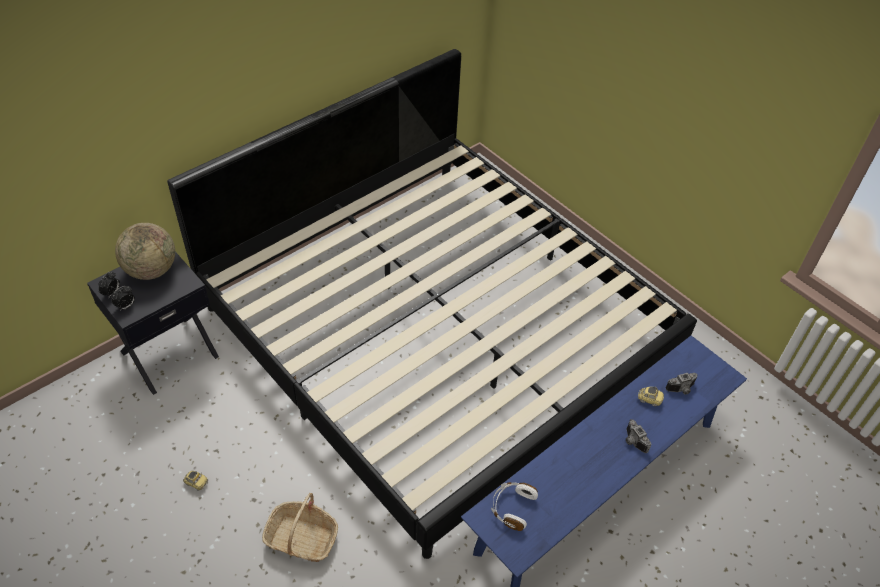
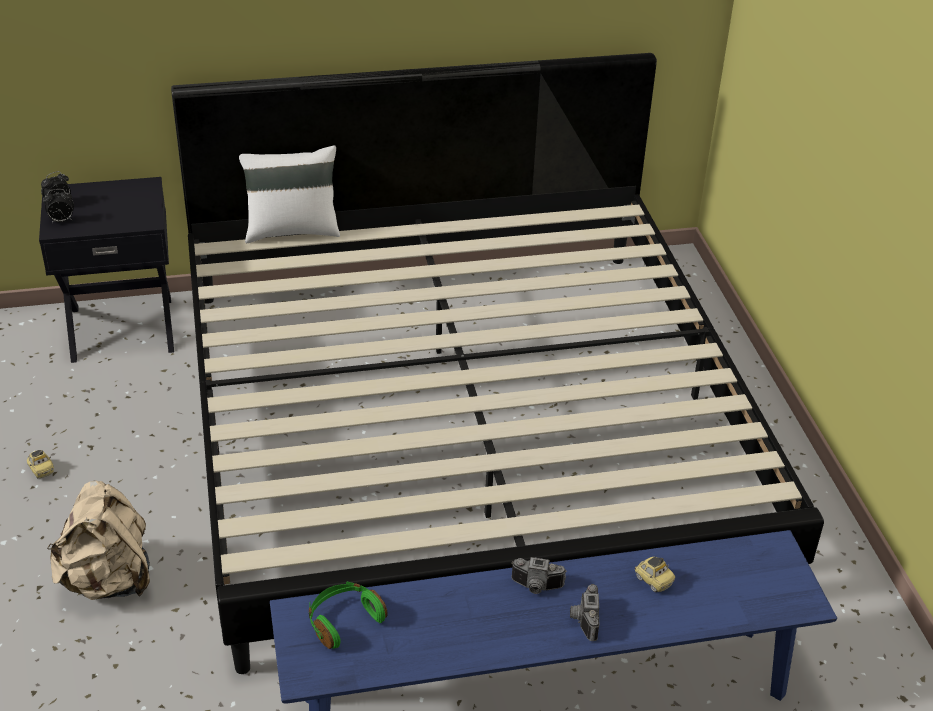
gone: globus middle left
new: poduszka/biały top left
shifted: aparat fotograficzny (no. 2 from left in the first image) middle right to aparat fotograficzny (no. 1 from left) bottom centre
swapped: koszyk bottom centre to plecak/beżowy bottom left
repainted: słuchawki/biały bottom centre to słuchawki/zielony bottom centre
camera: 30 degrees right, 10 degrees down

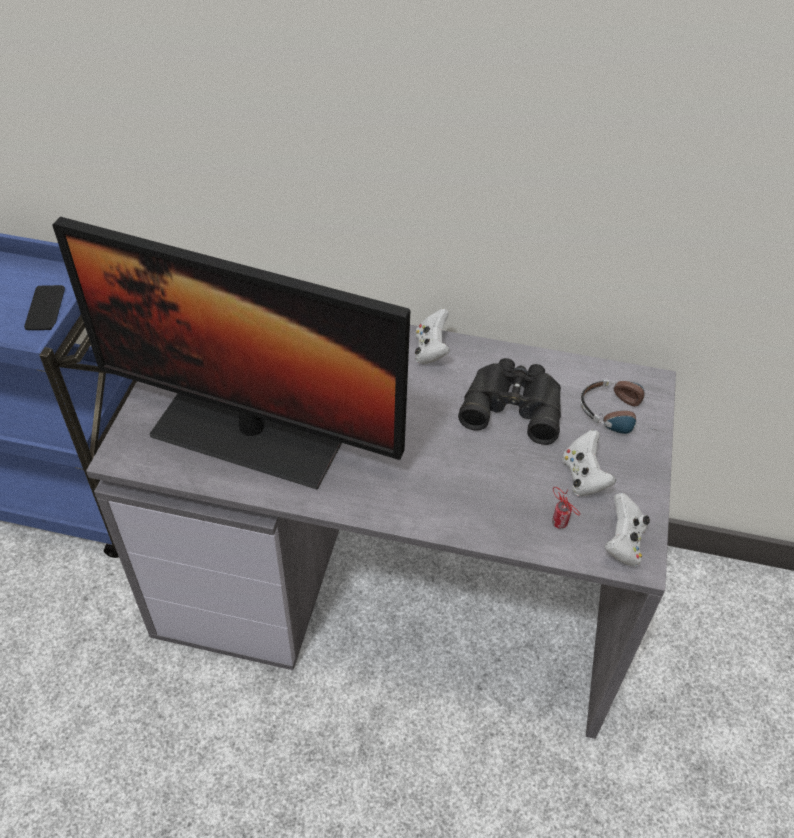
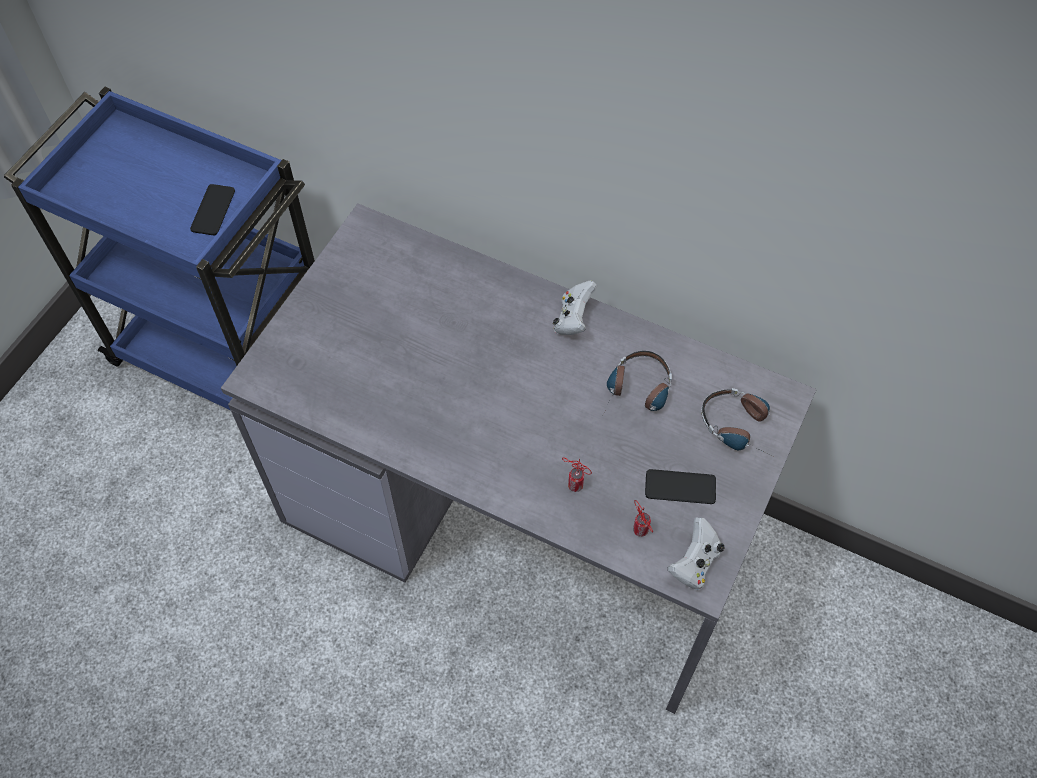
gone: monitor middle left
new: puszka (no. 1 from left) centre
swapped: lornetka/czarny centre to słuchawki (no. 1 from left) centre; pad do gier/biały (no. 2 from left) middle right to telefon (no. 2 from left) centre
camera: 15 degrees right, 10 degrees up

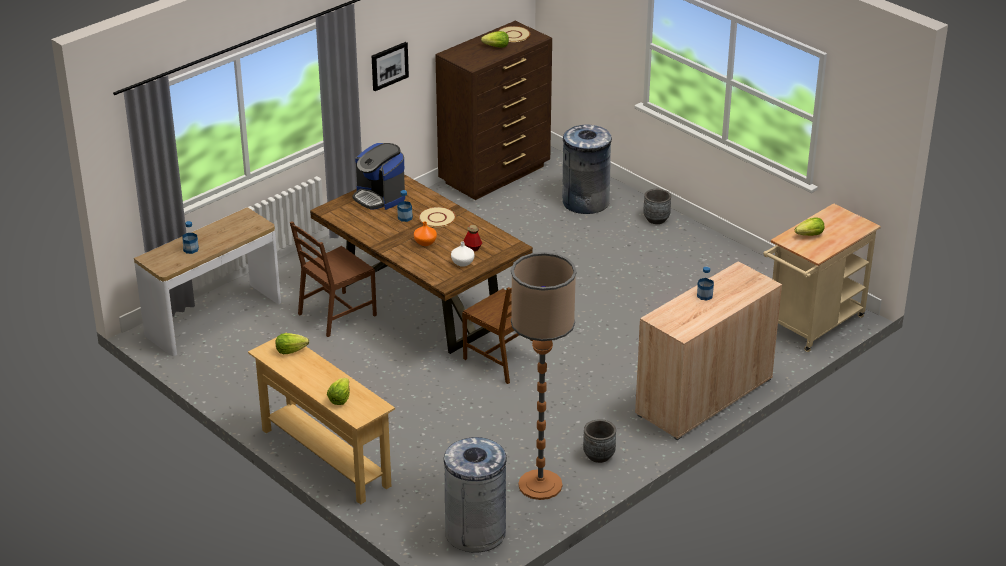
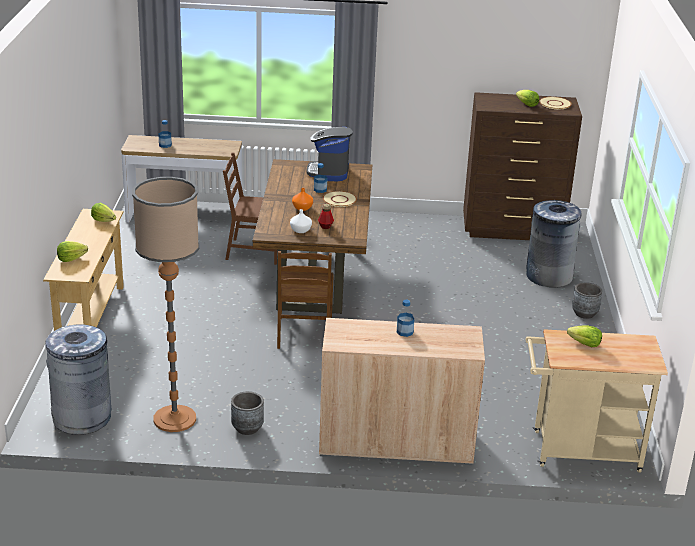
gone: obraz top centre
camera: 45 degrees right, 5 degrees down

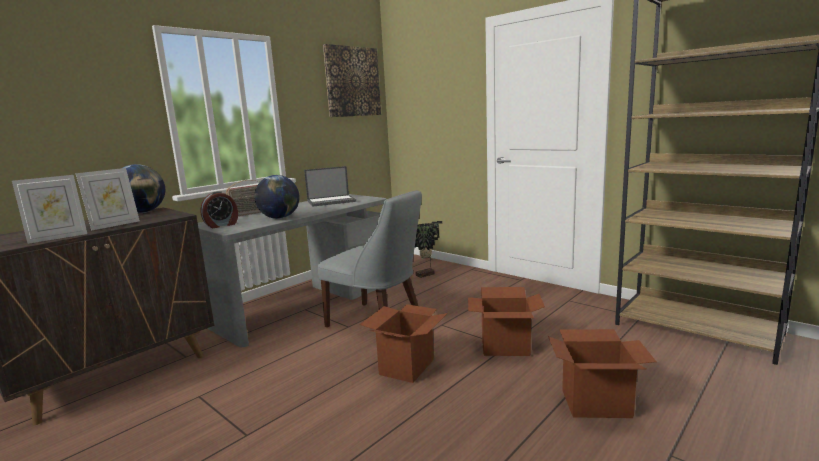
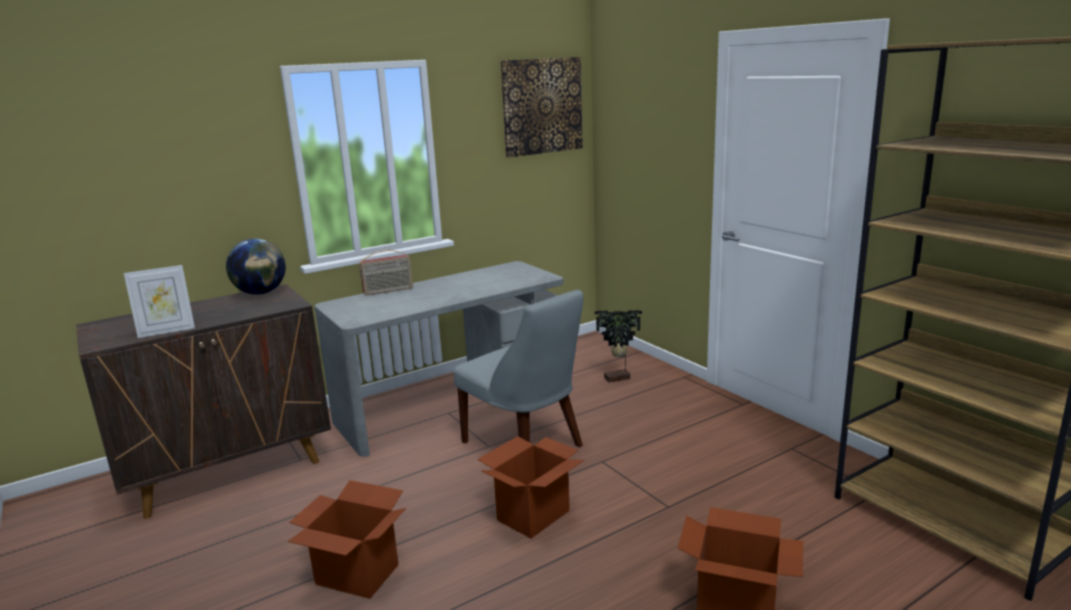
gone: ramka na zdjęcie (no. 2 from left) middle left; budzik middle left; globus (no. 2 from left) centre; laptop centre
shifted: karton (no. 2 from left in the first image) bottom centre to karton (no. 1 from left) bottom left
camera: 15 degrees right, 5 degrees up

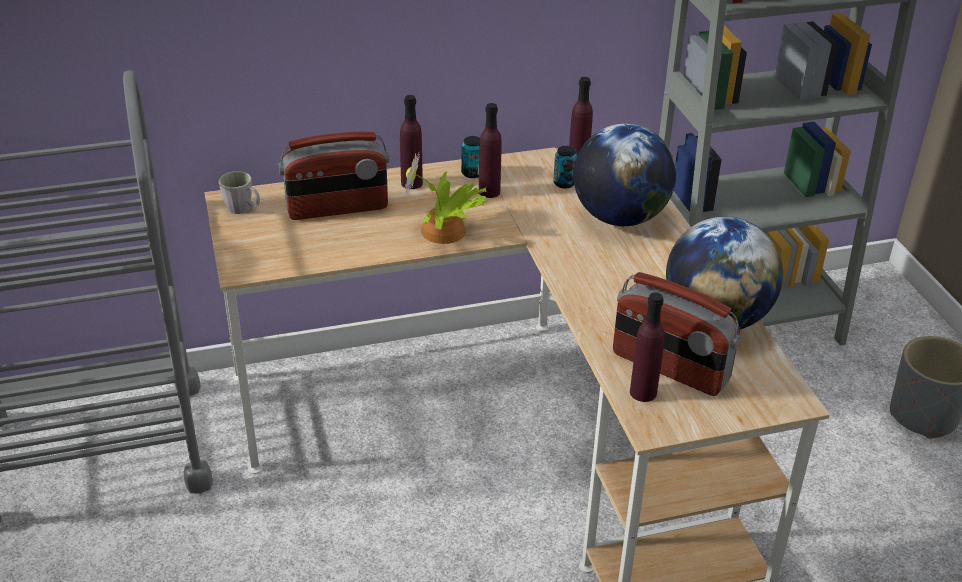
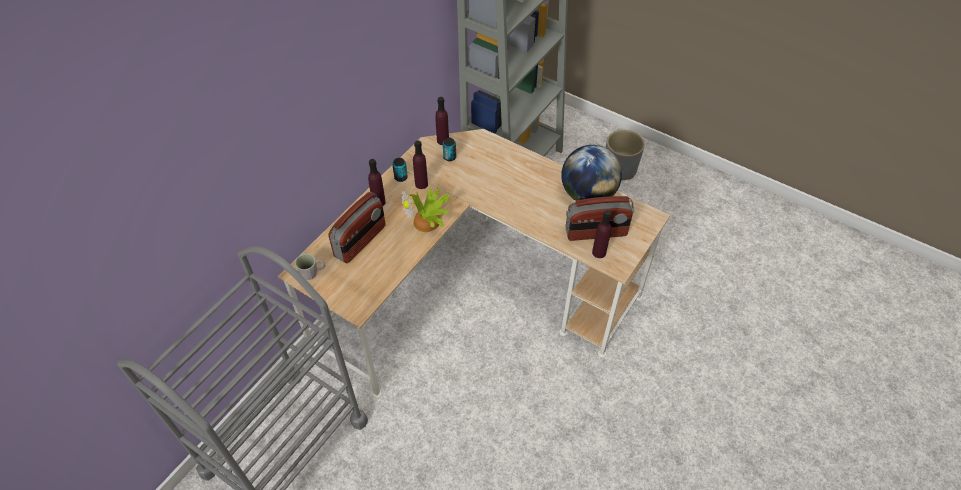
gone: globus (no. 1 from left) top centre
camera: 40 degrees left, 15 degrees up

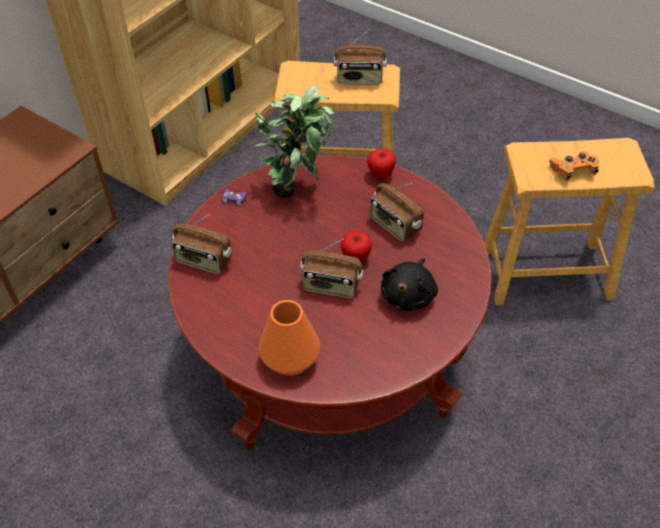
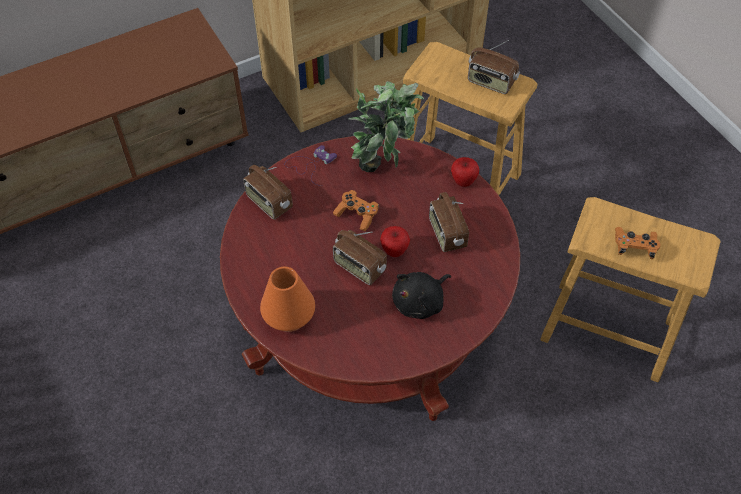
new: pad do gier/pomarańczowy (no. 1 from left) centre
camera: 25 degrees right, 5 degrees up

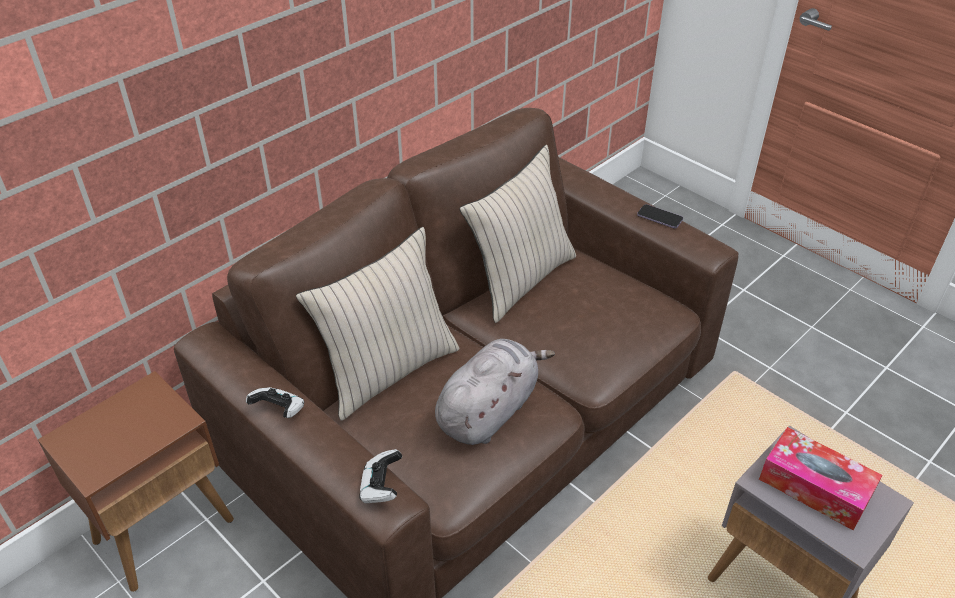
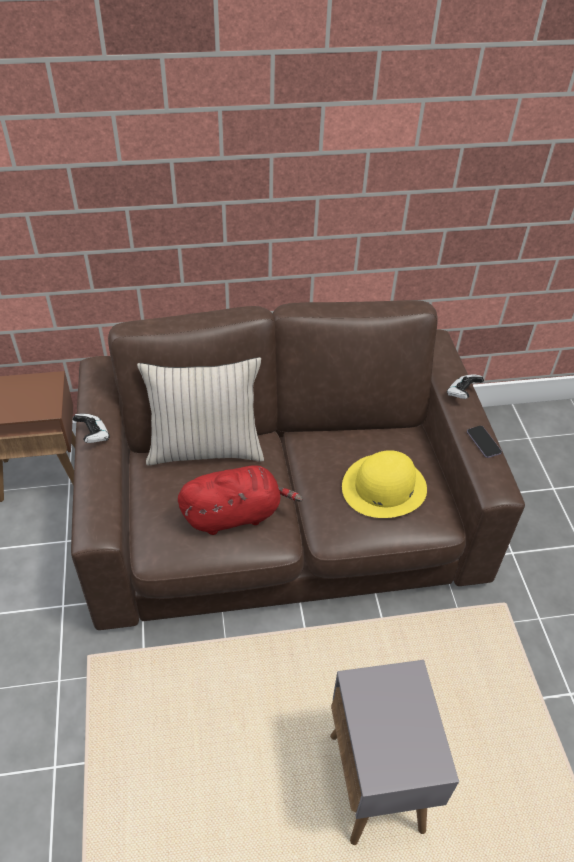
gone: poduszka/beżowy (no. 2 from left) centre; pudełko chusteczek bottom right
new: kapelusz/żółty middle right
shifted: pad do gier (no. 2 from left) bottom centre to middle right
repainted: pluszak/szary centre to pluszak/czerwony centre
camera: 35 degrees right, 5 degrees up

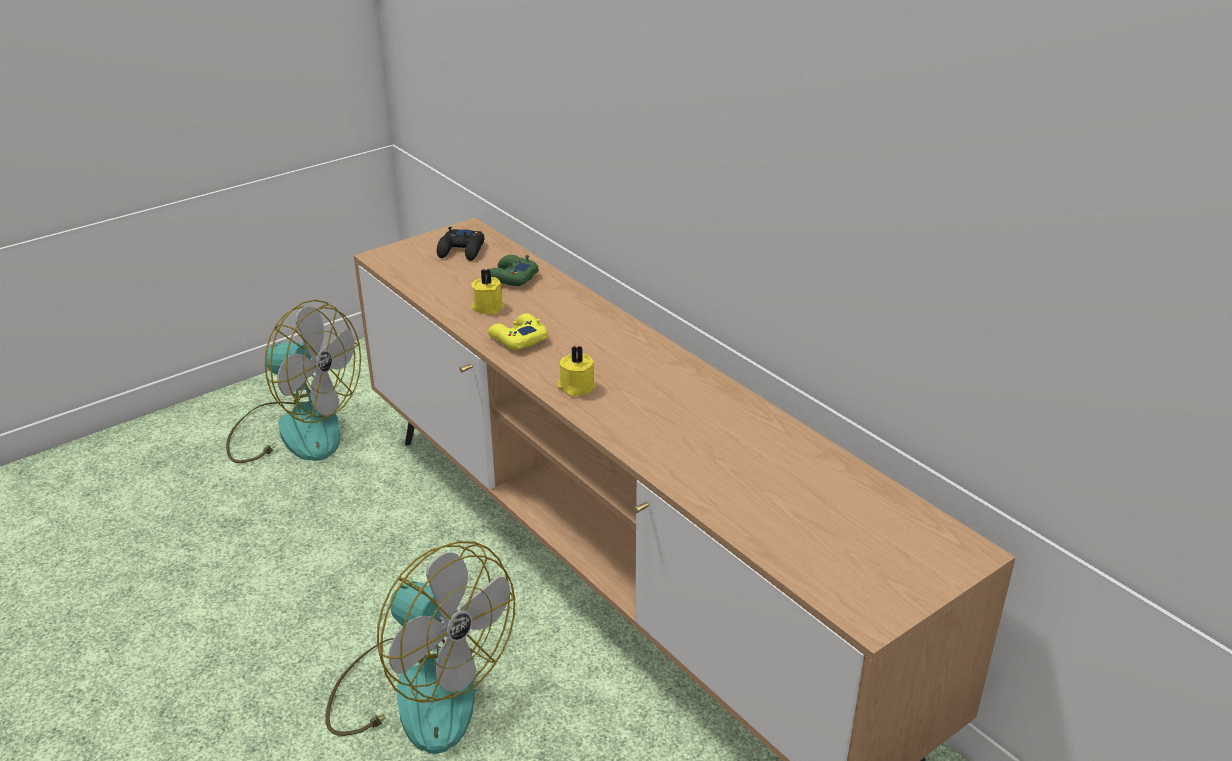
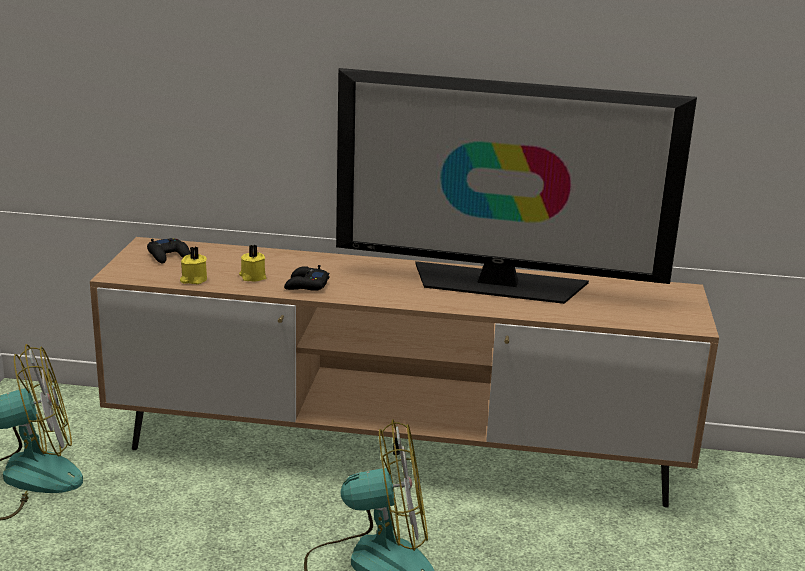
gone: pad do gier/zielony centre
new: telewizor top centre
shifted: świeca/żółty (no. 2 from left in the first image) centre to świeca/żółty (no. 1 from left) middle left
repainted: pad do gier/żółty centre to pad do gier/czarny (no. 2 from left) centre
camera: 45 degrees left, 10 degrees down

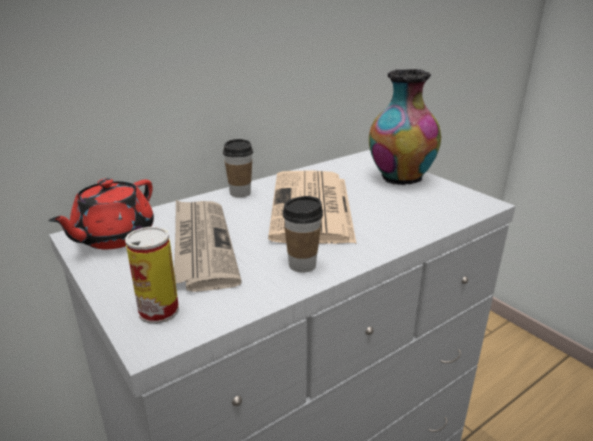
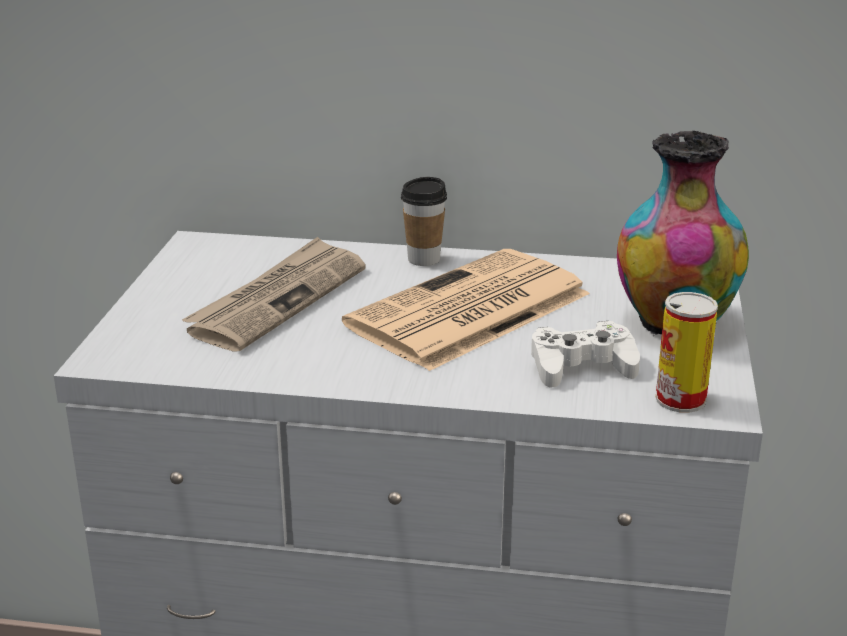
gone: imbryk/czerwony middle left; filiżanka (no. 2 from left) centre
new: pad do gier/biały middle right
shifted: puszka middle left to middle right
camera: 45 degrees right, 0 degrees up

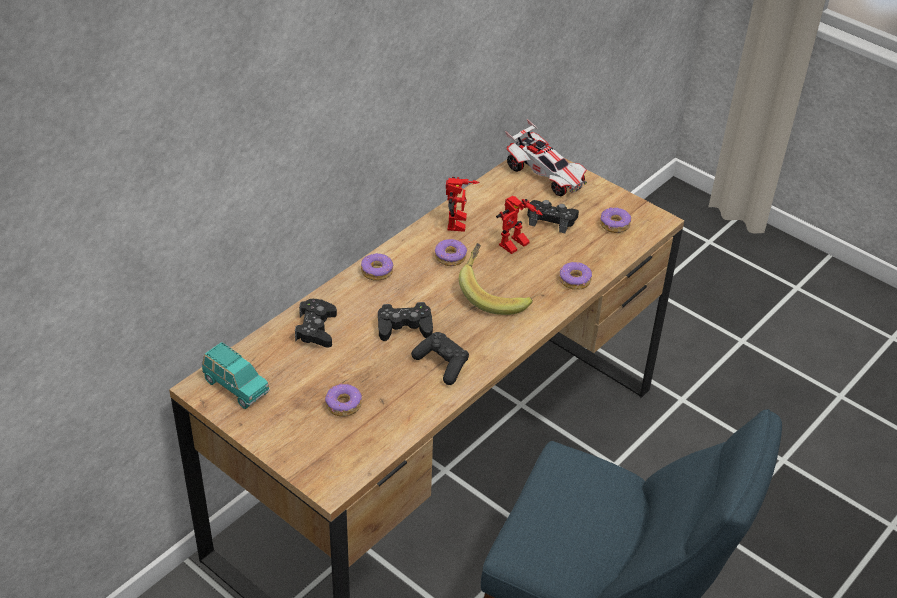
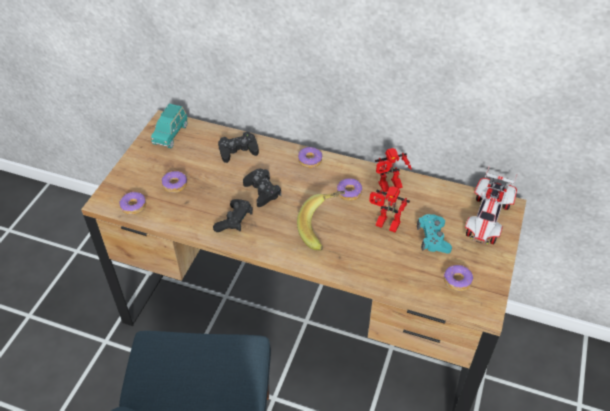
shifted: donut (no. 4 from left in the first image) centre to donut (no. 1 from left) middle left
repainted: pad do gier/czarny (no. 4 from left) centre to pad do gier/turkusowy middle right
camera: 70 degrees right, 5 degrees up

